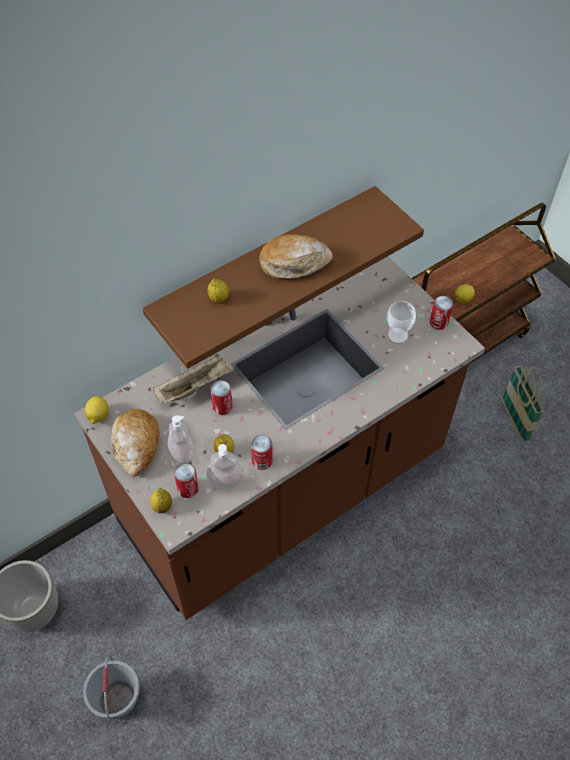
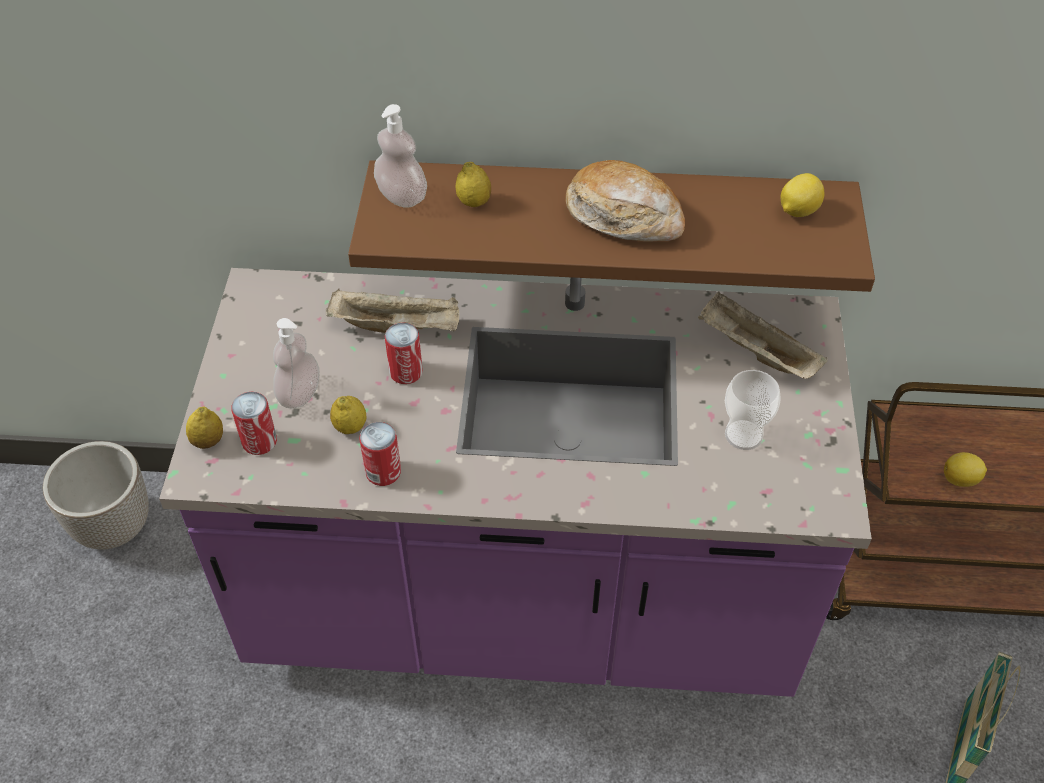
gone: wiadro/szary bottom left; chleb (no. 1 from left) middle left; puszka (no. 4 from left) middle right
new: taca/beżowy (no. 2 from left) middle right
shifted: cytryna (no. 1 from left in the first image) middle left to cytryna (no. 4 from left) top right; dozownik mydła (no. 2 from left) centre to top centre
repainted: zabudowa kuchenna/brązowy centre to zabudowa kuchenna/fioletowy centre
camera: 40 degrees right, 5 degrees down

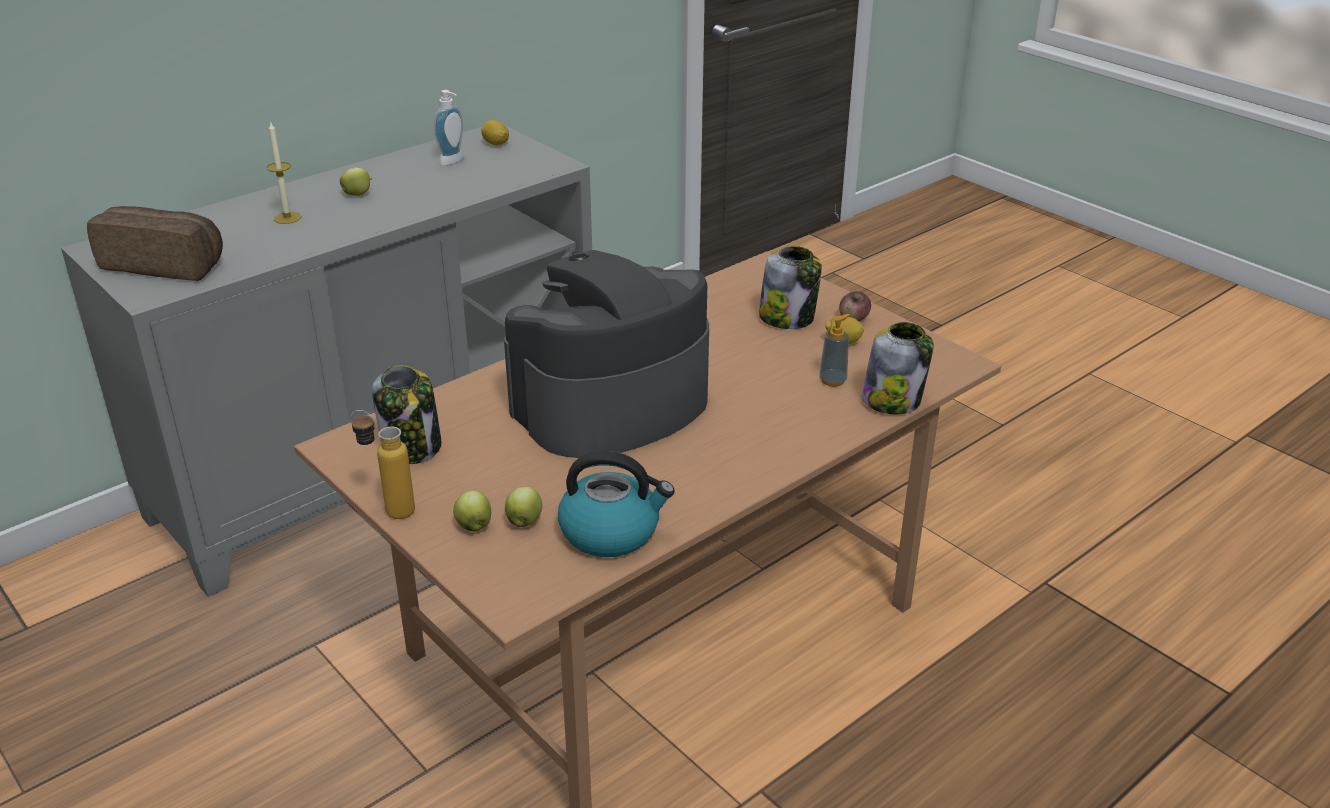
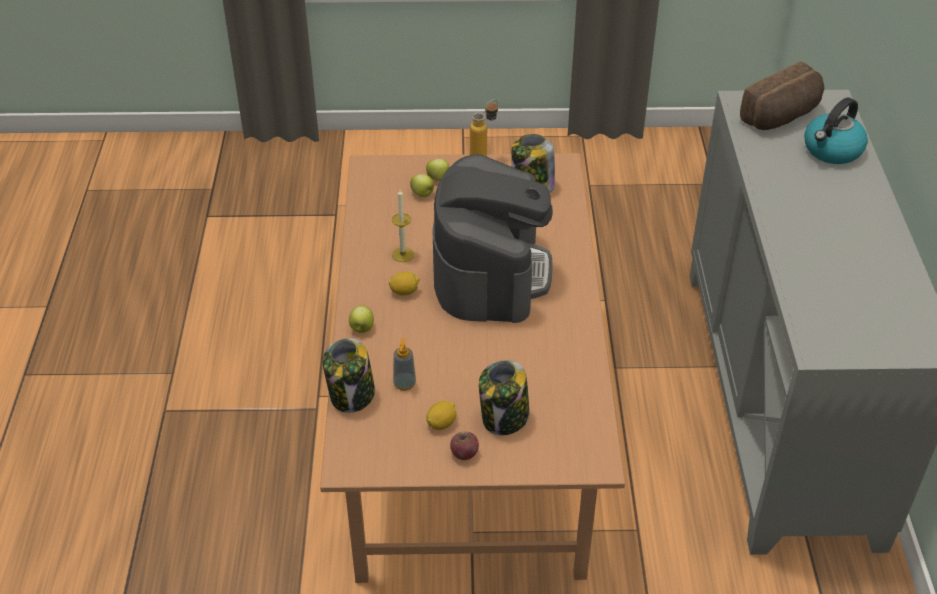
gone: dozownik mydła (no. 1 from left) top centre
shifted: świeca top left to centre; jabłko (no. 1 from left) top left to centre; cytryna (no. 1 from left) top centre to centre; czajnik centre to top right
camera: 130 degrees right, 10 degrees up

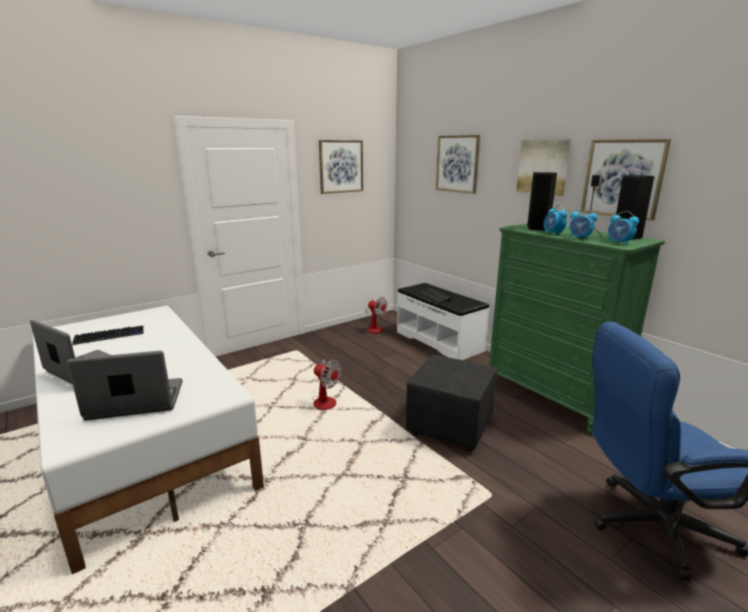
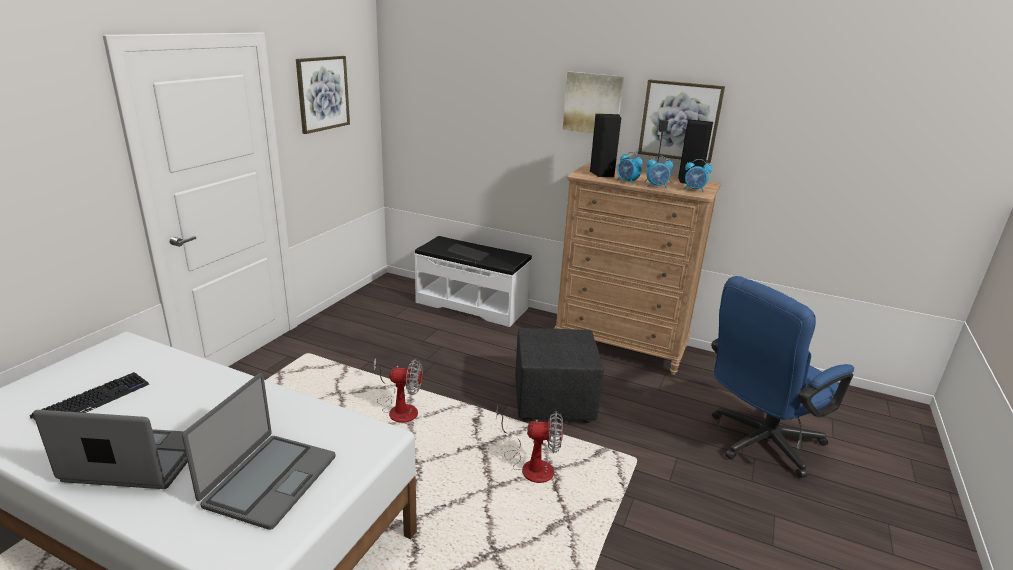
gone: obraz (no. 2 from left) top centre
shifted: wentylator (no. 2 from left) centre to bottom centre
repainted: komoda/zielony middle right to komoda/brązowy centre
rotated: laptop (no. 2 from left) middle left = bottom left 150 degrees clockwise
camera: 30 degrees left, 5 degrees up

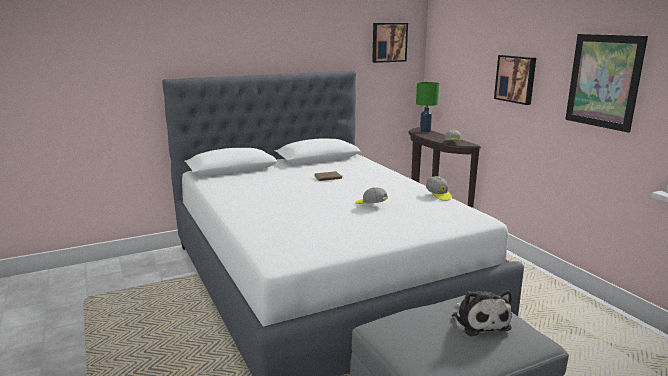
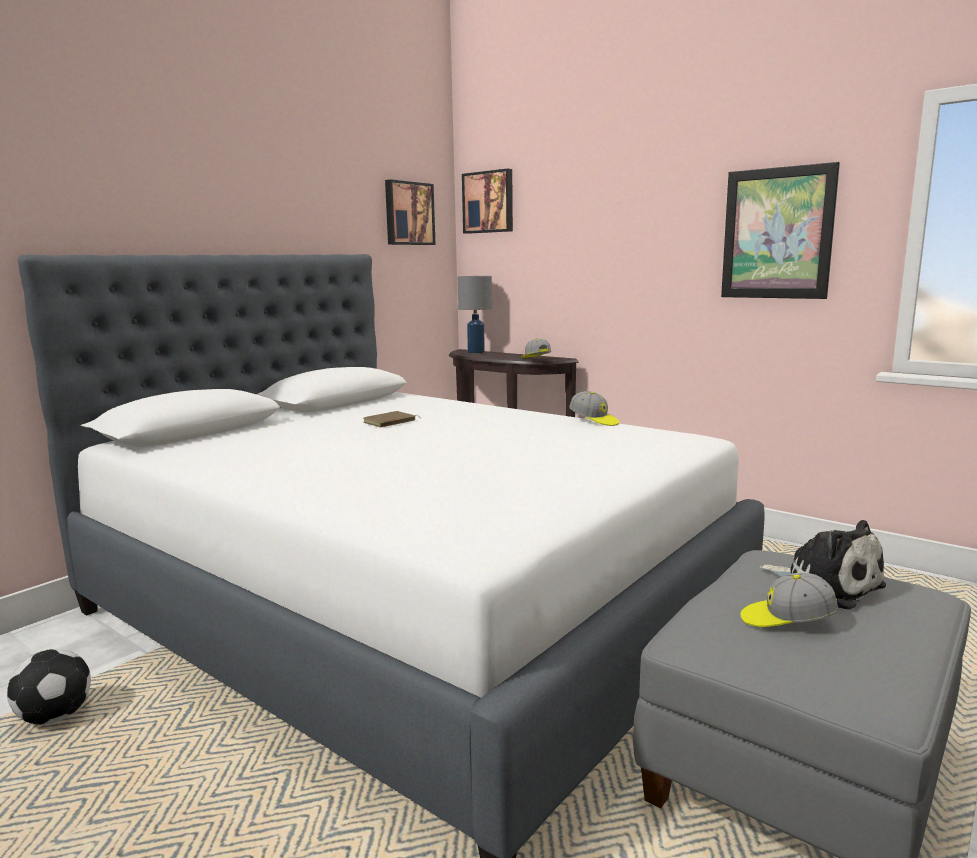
new: piłka futbolowa bottom left
shifted: czapka z daszkiem (no. 1 from left in the first image) centre to czapka z daszkiem (no. 3 from left) bottom right; obraz (no. 2 from left) top right to top centre
repainted: lampa stołowa/zielony top centre to lampa stołowa/szary centre
camera: 25 degrees left, 5 degrees down

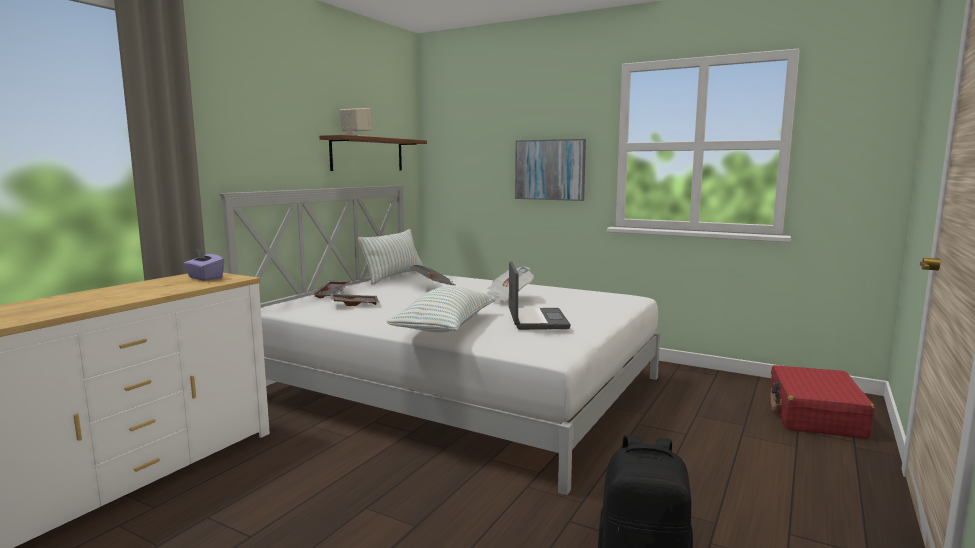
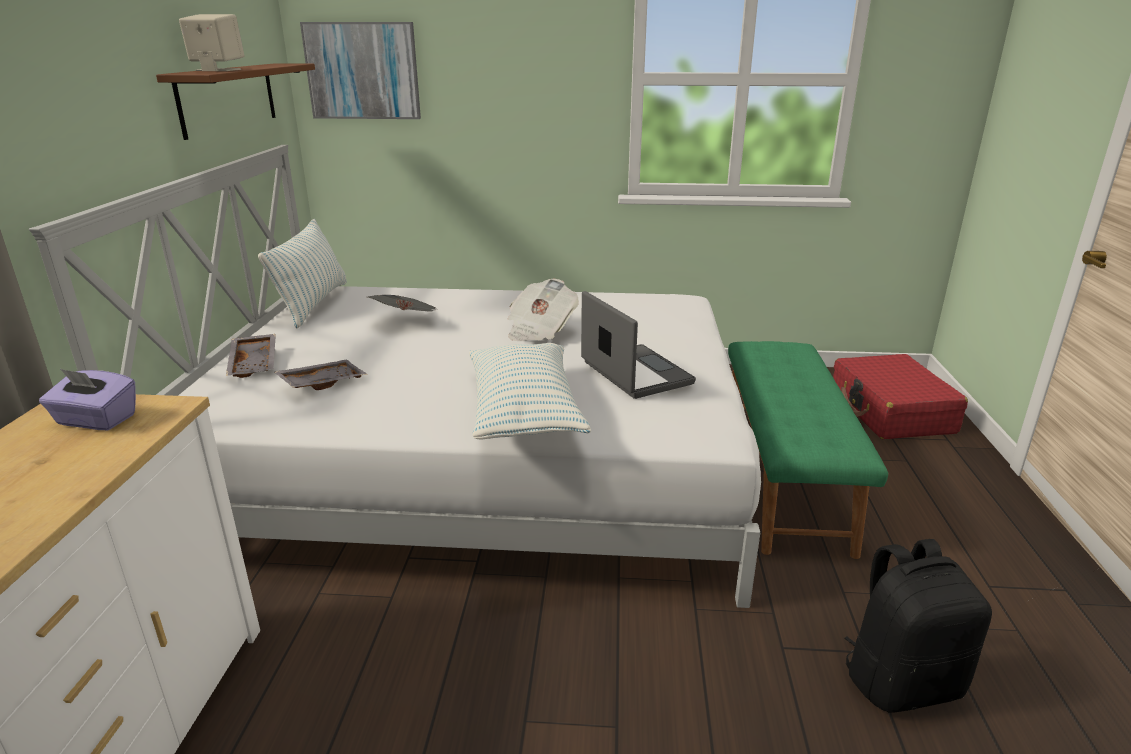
new: ławka/zielony middle right
shifted: obraz top centre to top left
camera: 25 degrees left, 15 degrees up

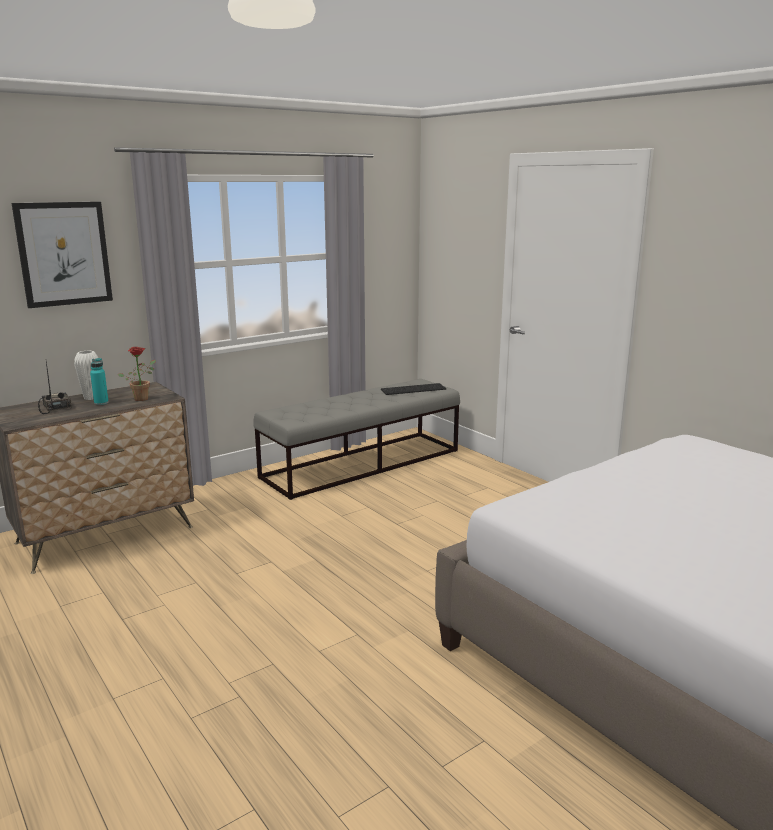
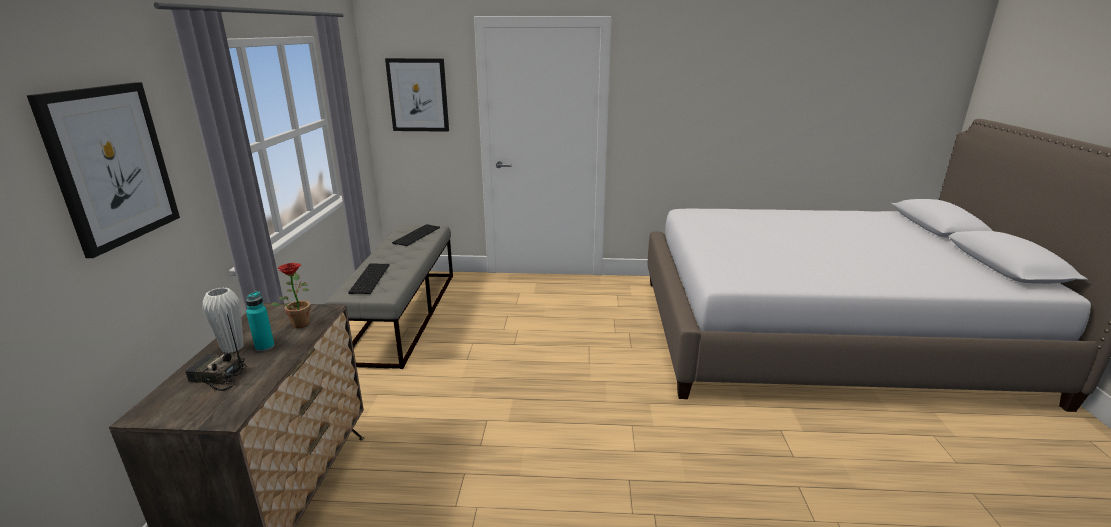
new: klawiatura (no. 1 from left) middle left; obraz (no. 2 from left) top centre
camera: 50 degrees left, 5 degrees up

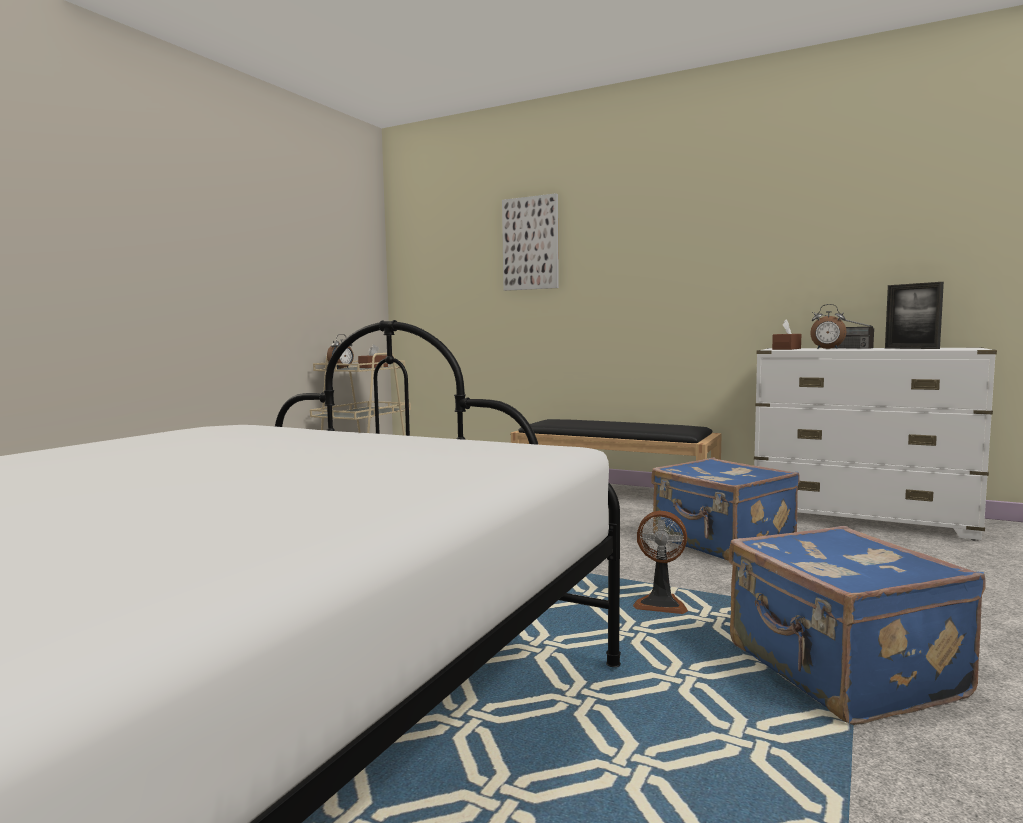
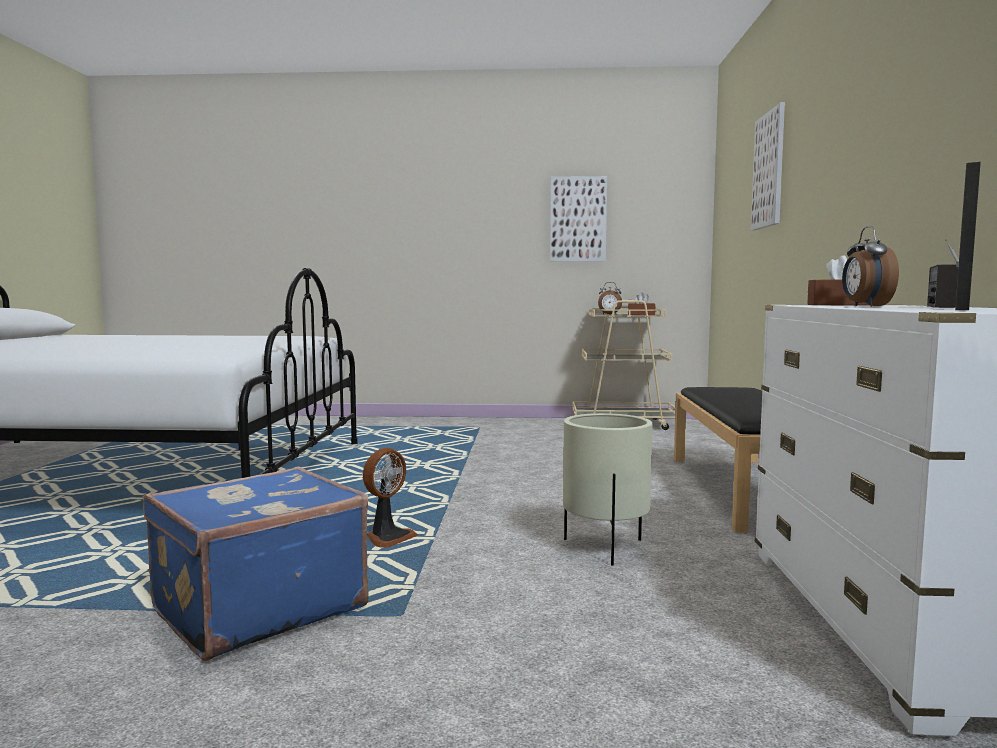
new: obraz (no. 1 from left) top centre
swapped: walizka/niebieski (no. 1 from left) middle right to donica/beżowy centre
rotated: wentylator bottom centre = centre 135 degrees counterclockwise
camera: 65 degrees right, 0 degrees up

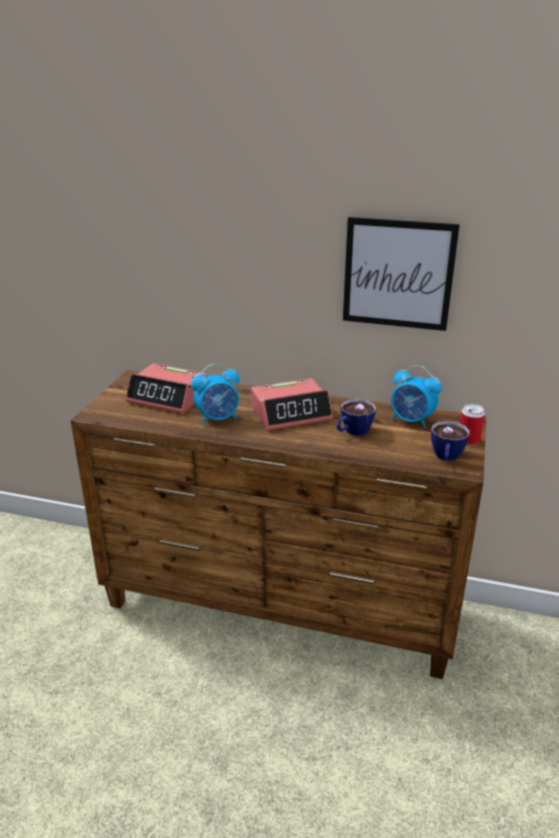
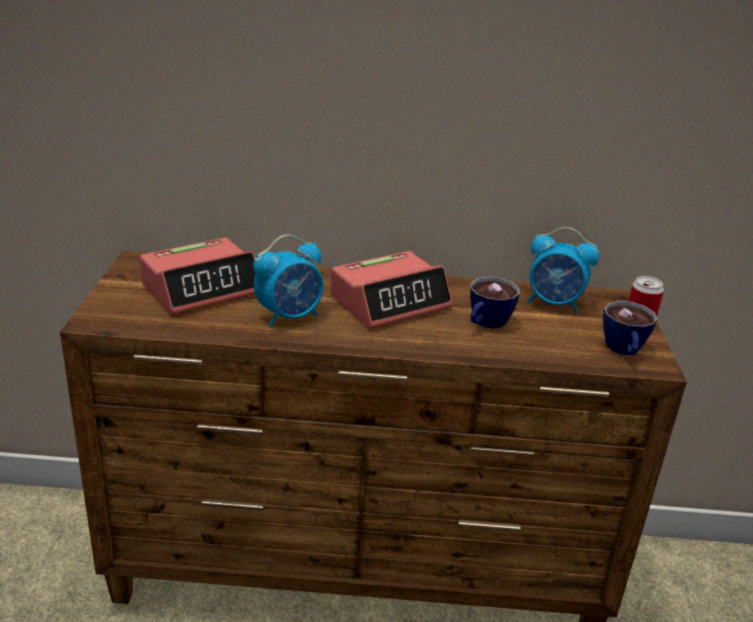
gone: obraz top right
rotated: budzik (no. 1 from left) middle left = middle left 45 degrees counterclockwise
camera: 15 degrees left, 0 degrees up

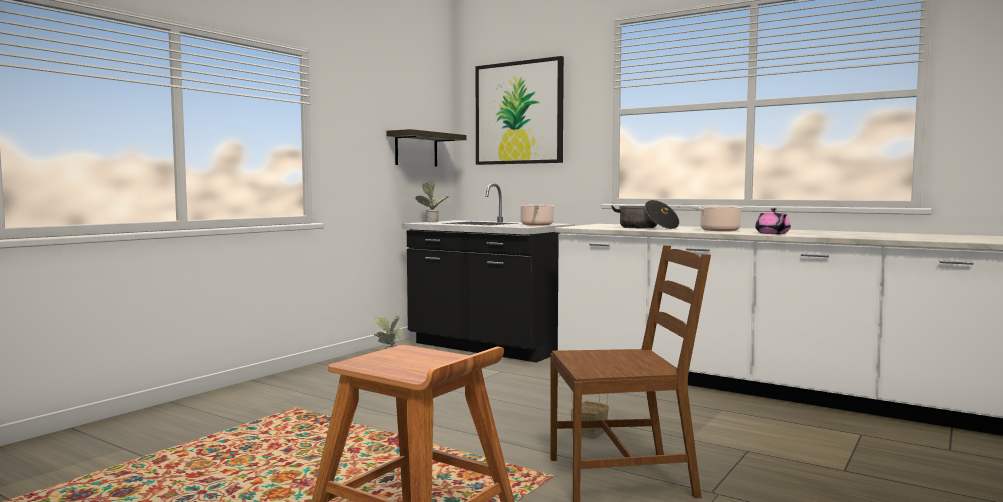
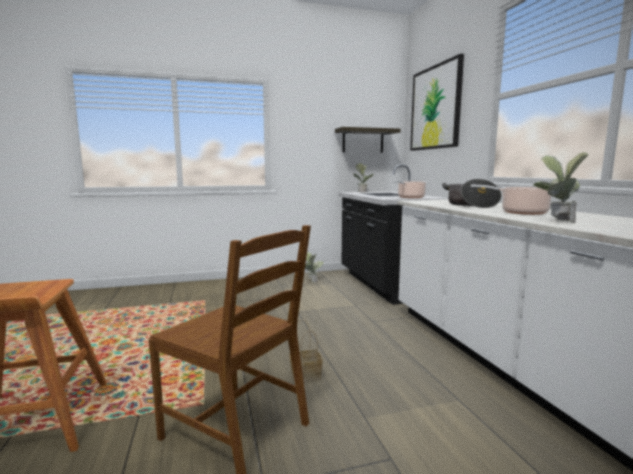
swapped: imbryk/różowy middle right to roślina doniczkowa (no. 3 from left) middle right
camera: 40 degrees right, 5 degrees up

